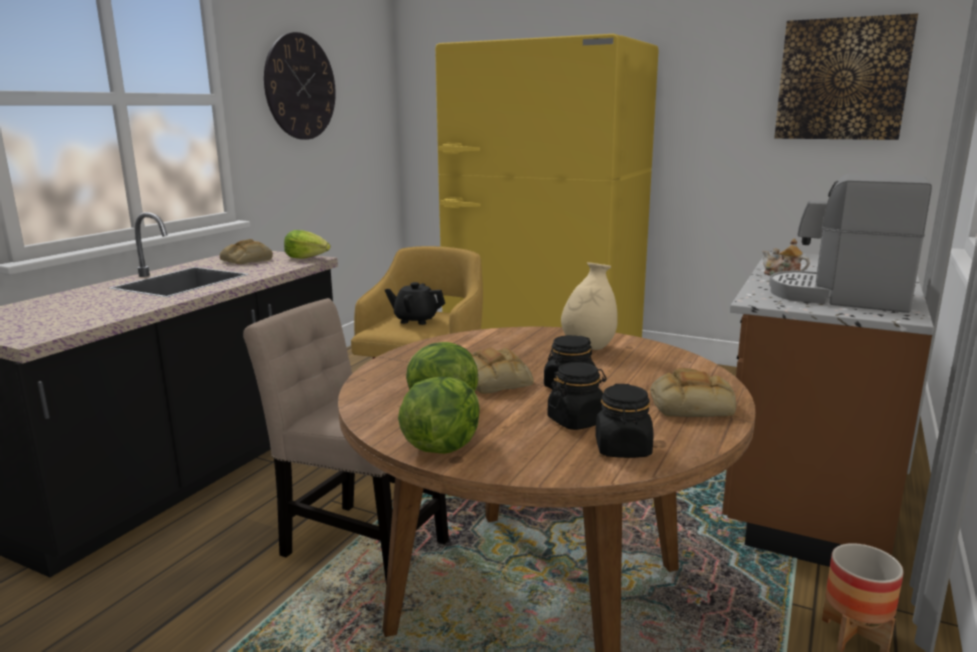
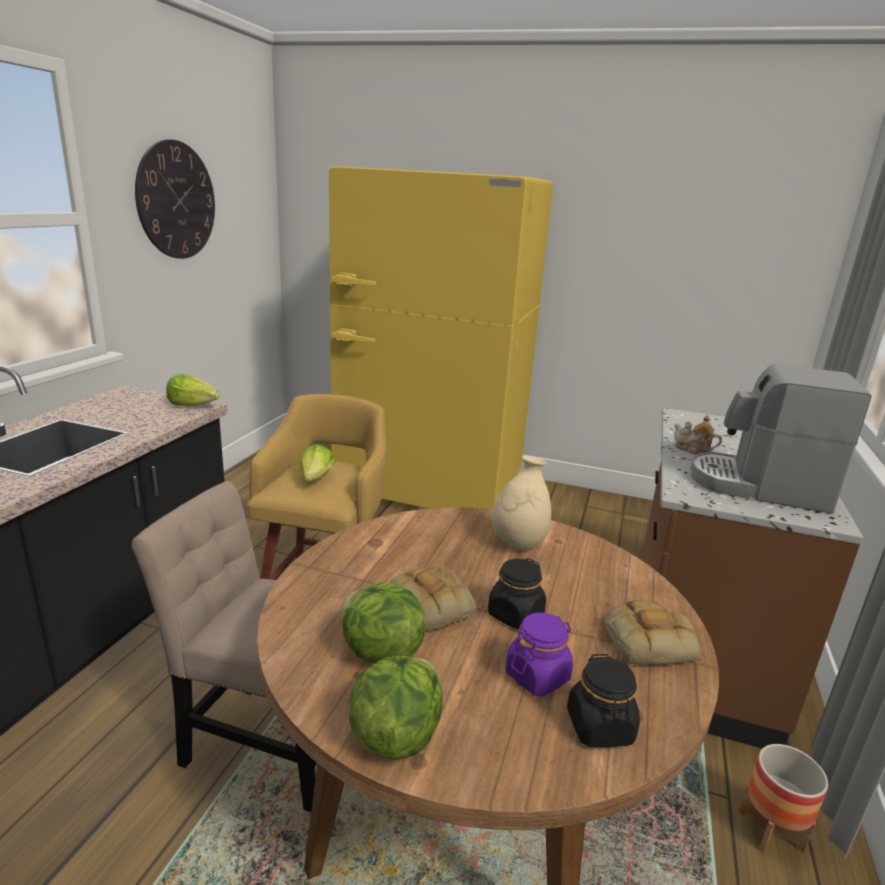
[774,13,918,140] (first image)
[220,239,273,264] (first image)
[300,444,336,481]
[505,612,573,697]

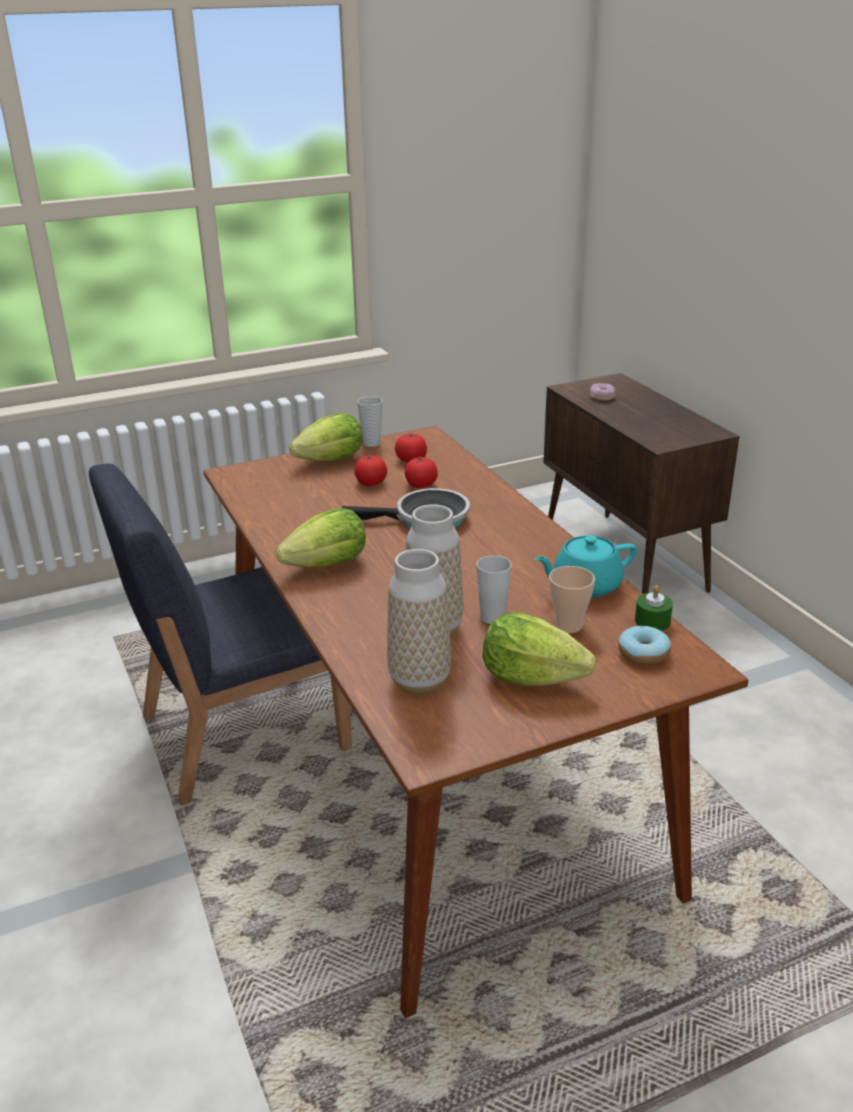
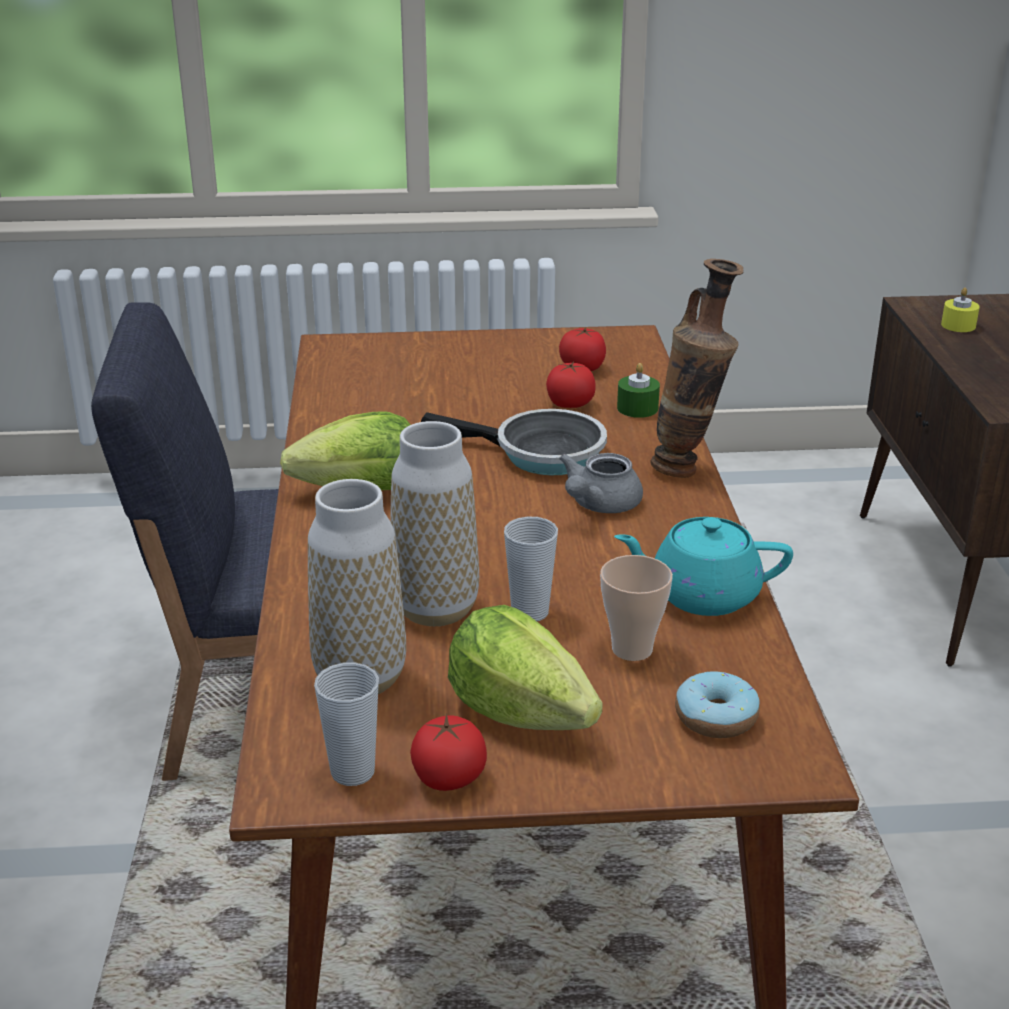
[941,288,980,332]
[314,663,379,786]
[289,413,363,461] (first image)
[410,713,487,791]
[617,363,660,418]
[651,259,744,478]
[559,453,643,513]

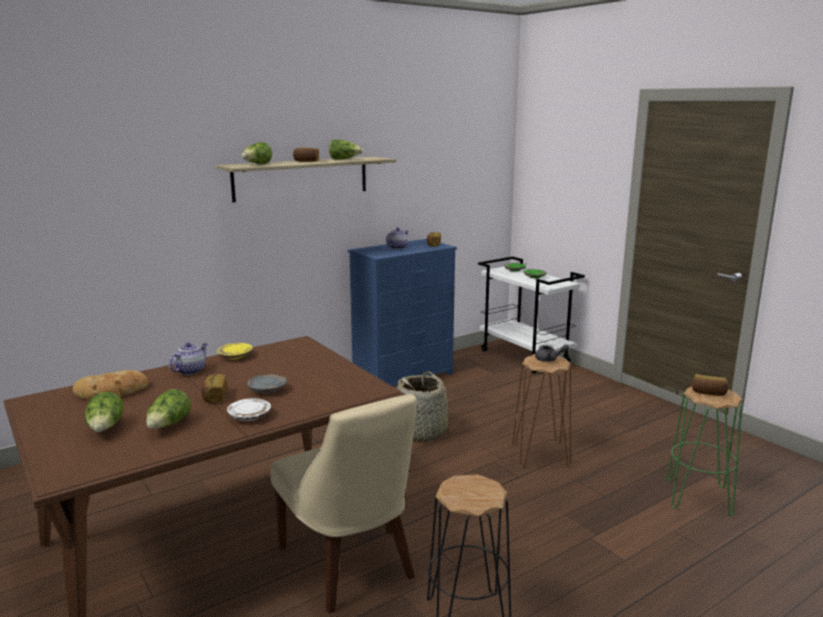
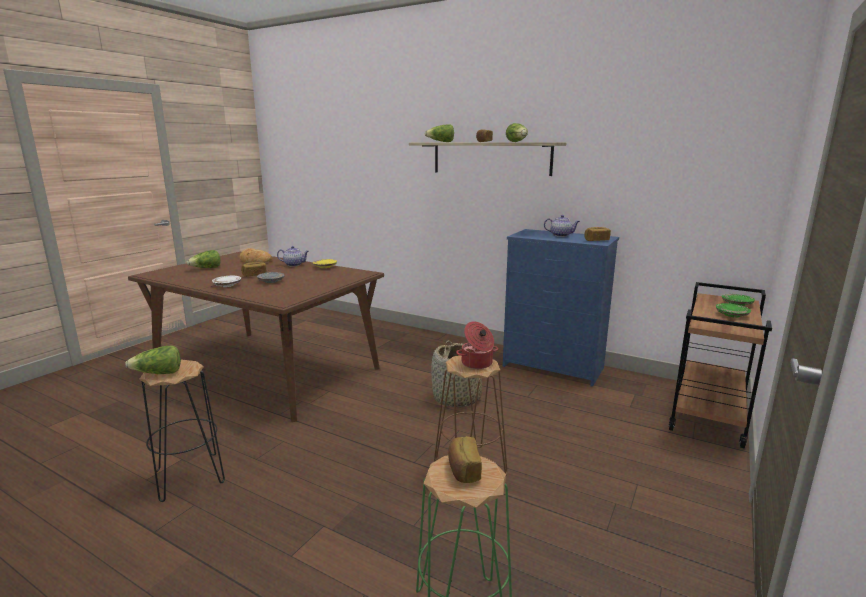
[669,282,772,448]
[456,321,498,369]
[125,346,181,374]
[271,394,417,614] (first image)

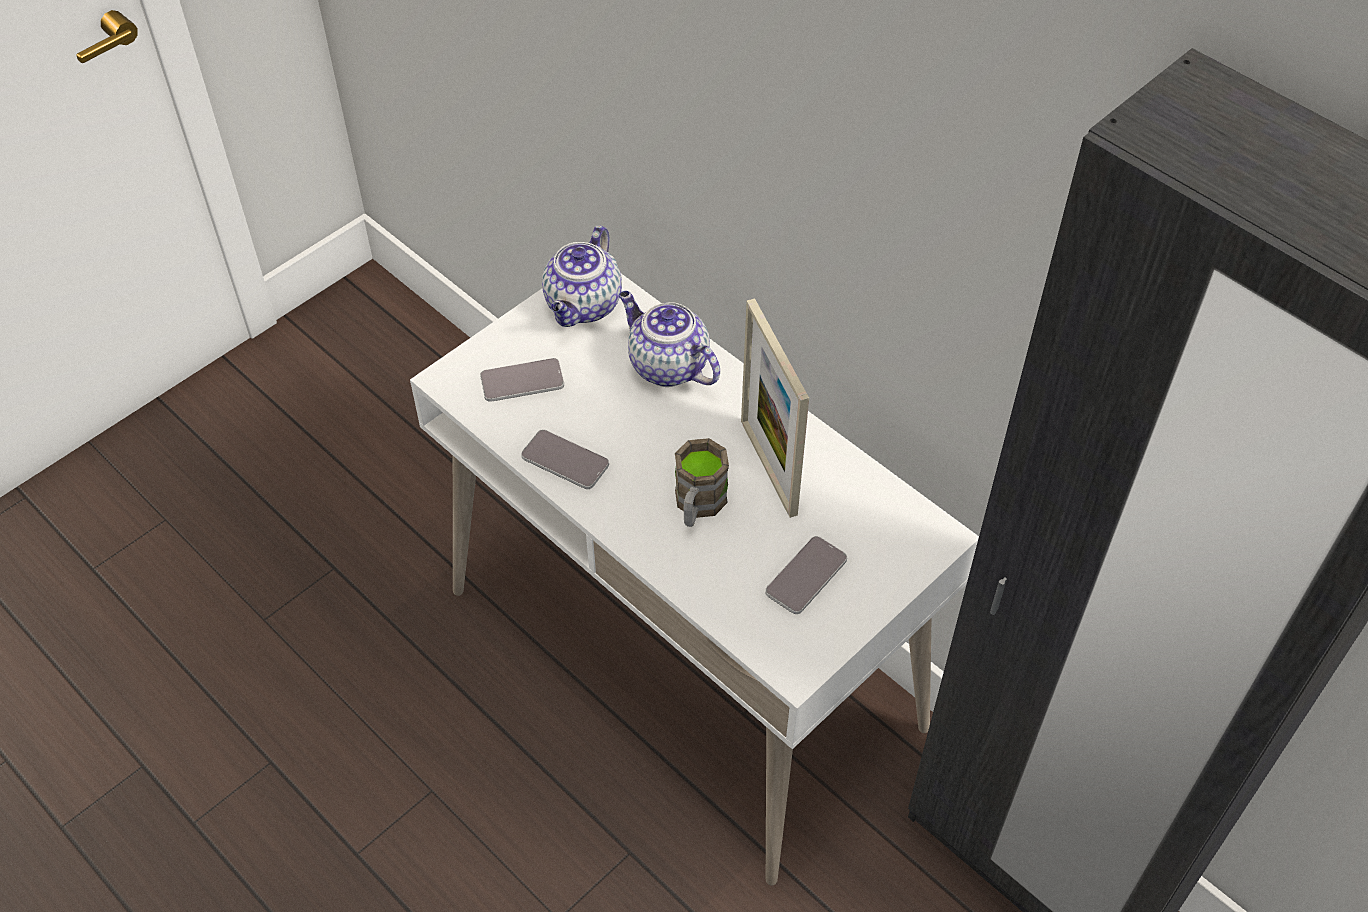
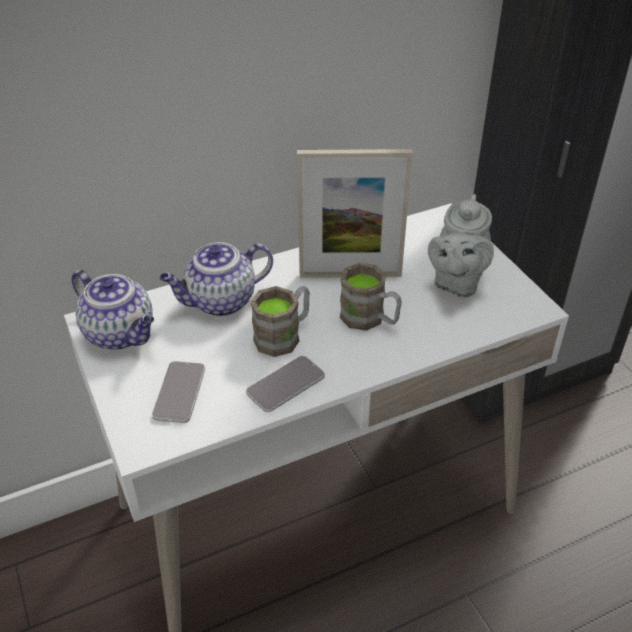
[428,194,494,298]
[250,286,310,357]

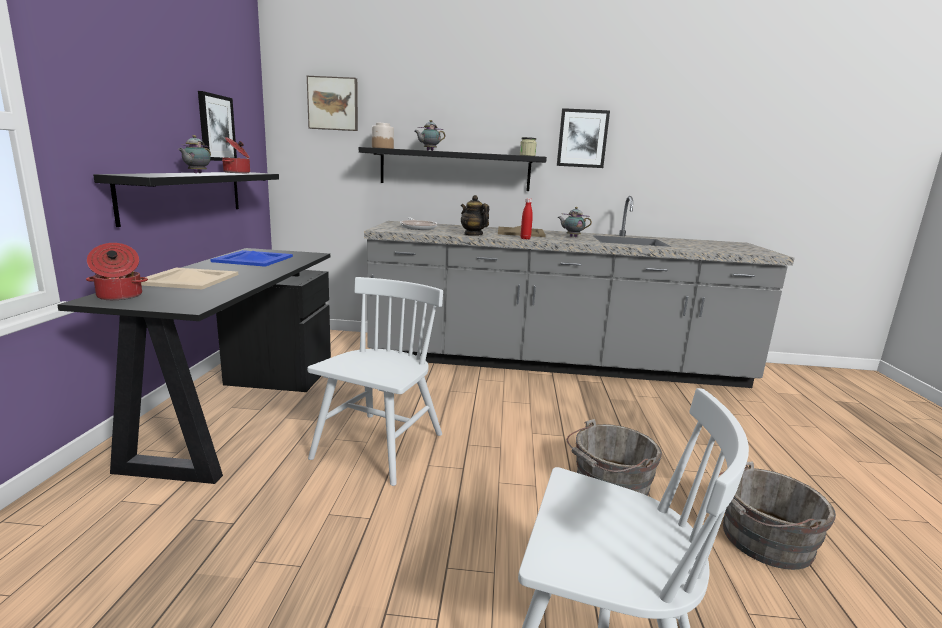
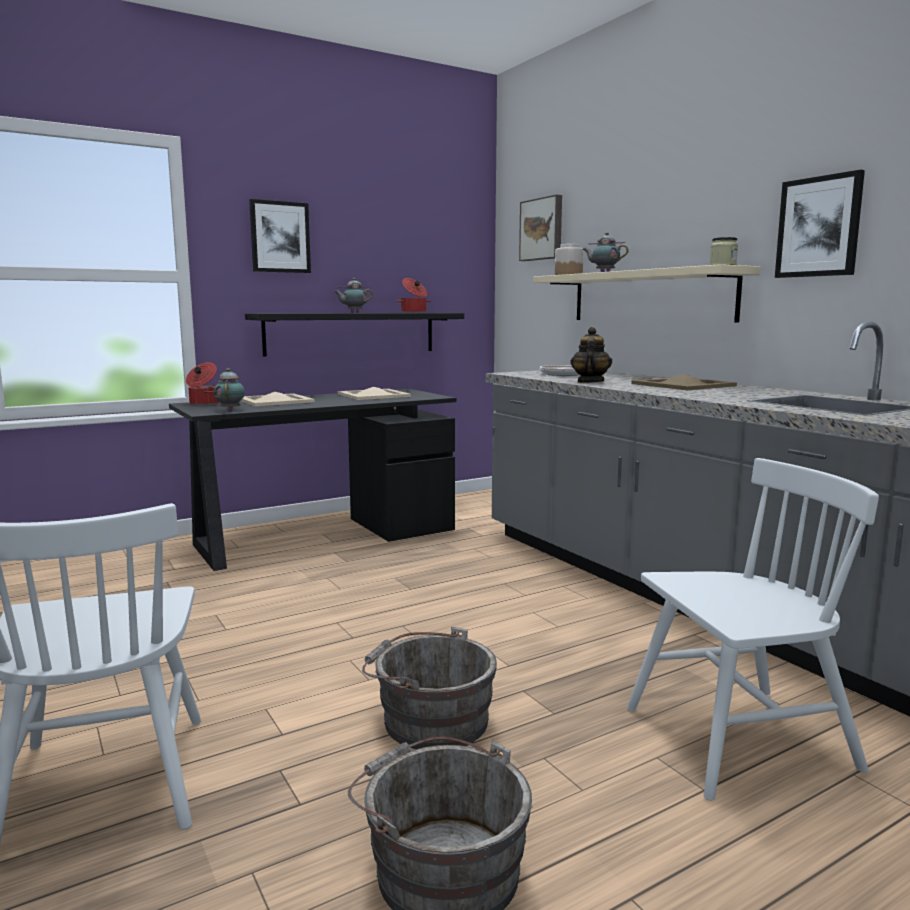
[249,199,311,273]
[533,264,761,323]
[521,198,533,239] (first image)
[214,368,245,411]
[338,387,411,400]
[627,458,879,801]

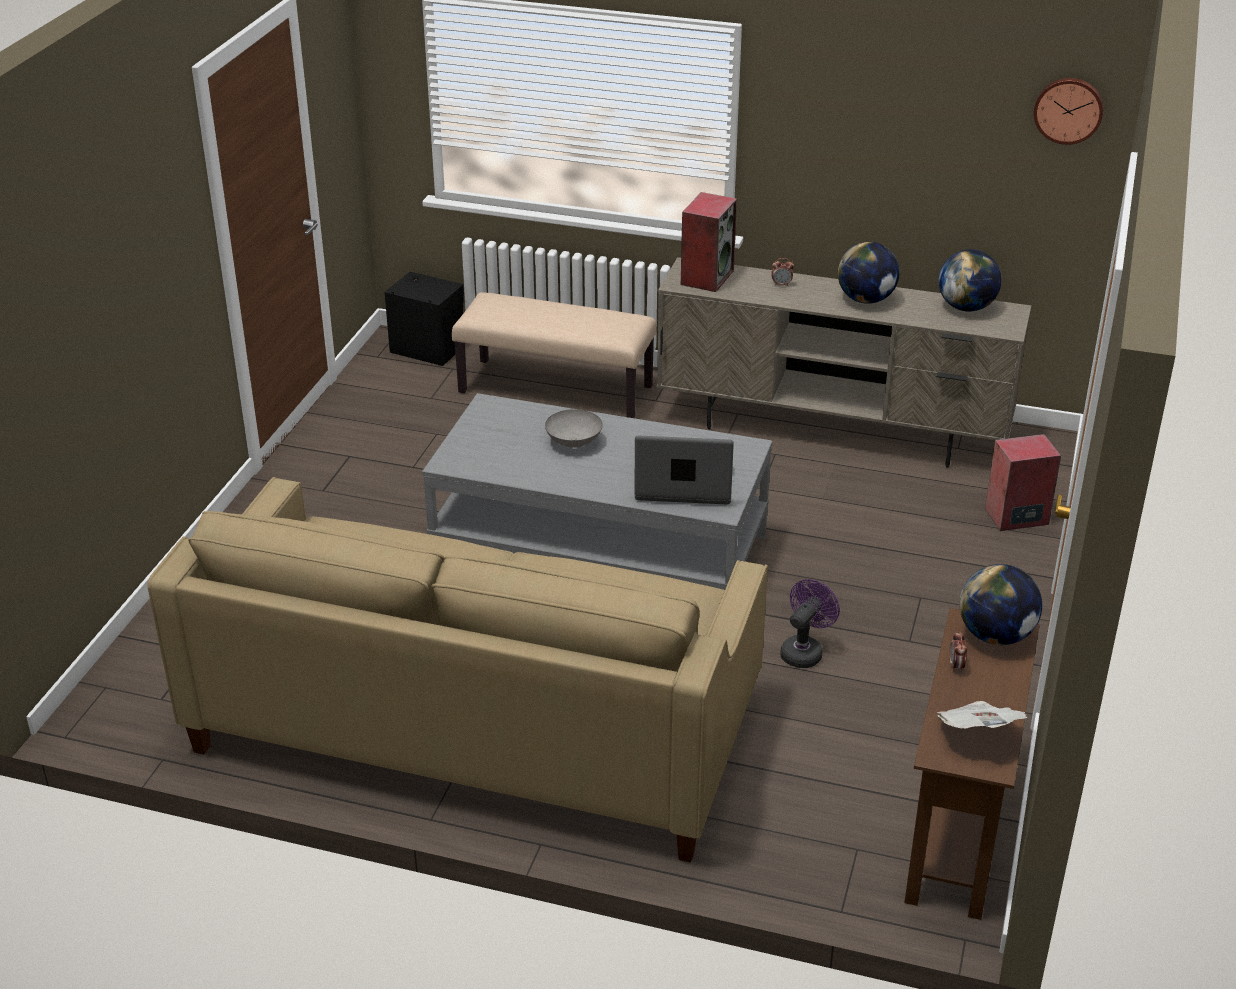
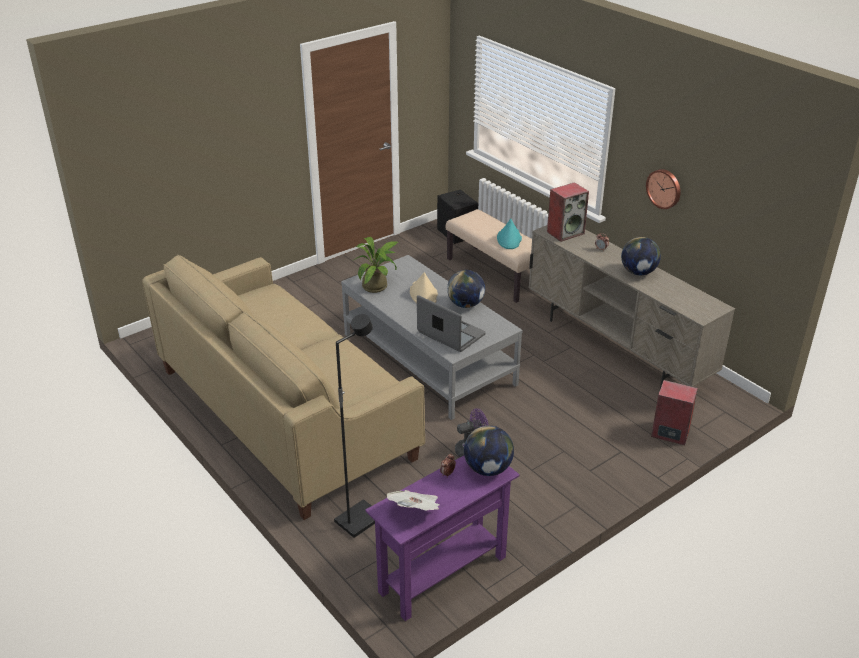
[646,169,681,209]
[447,270,485,308]
[410,272,438,304]
[365,456,520,621]
[497,219,522,249]
[354,237,398,293]
[334,314,375,538]

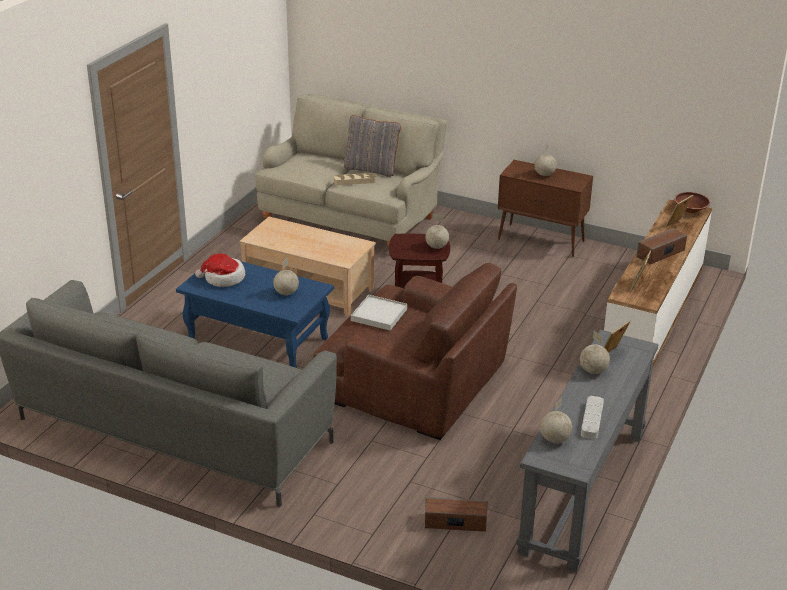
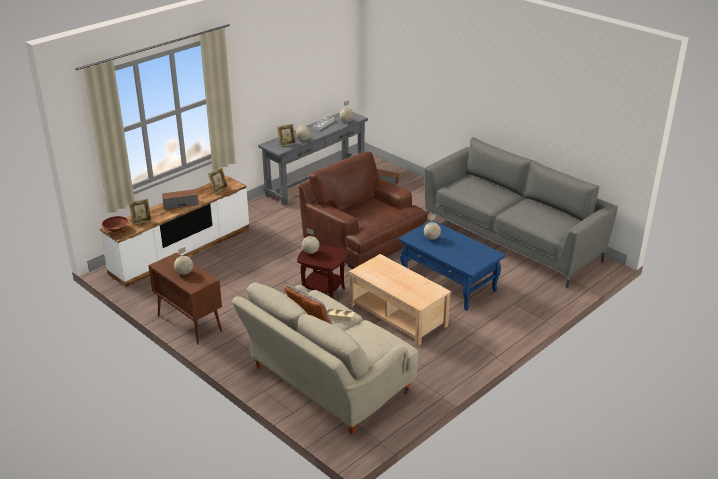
[195,253,245,287] (first image)
[351,295,407,330] (first image)

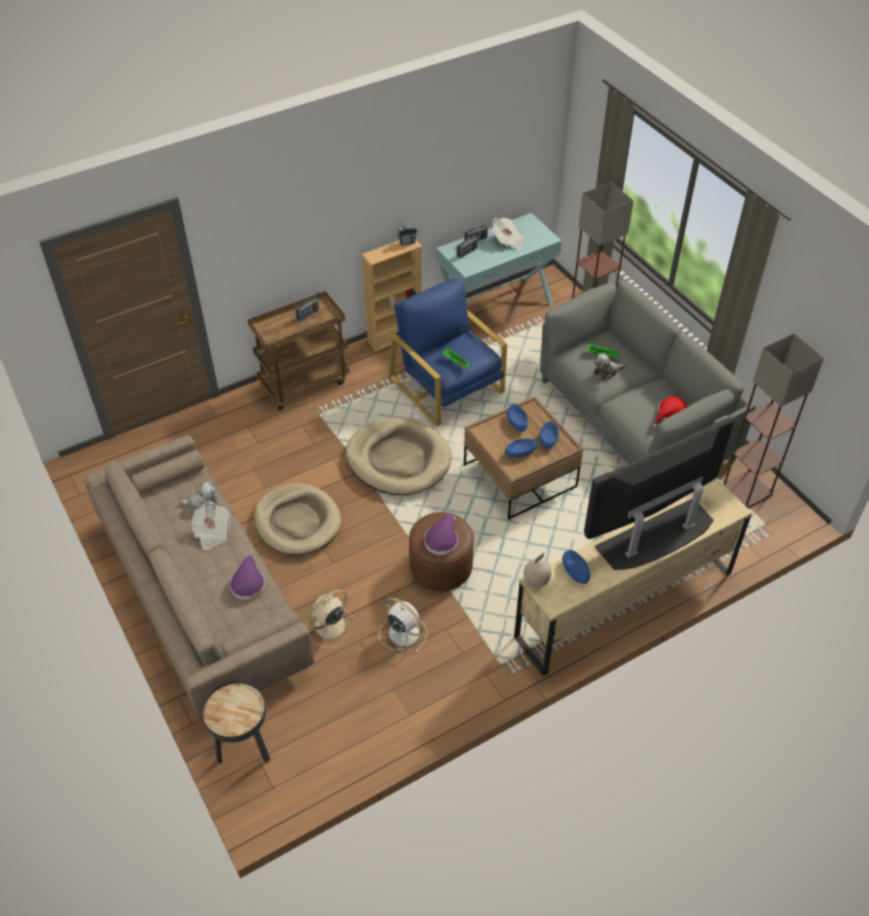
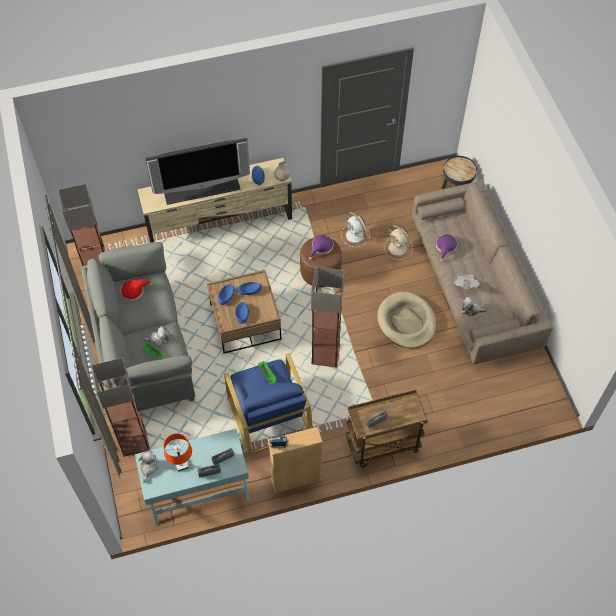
[164,434,192,472]
[311,267,345,367]
[384,225,413,260]
[138,451,158,483]

